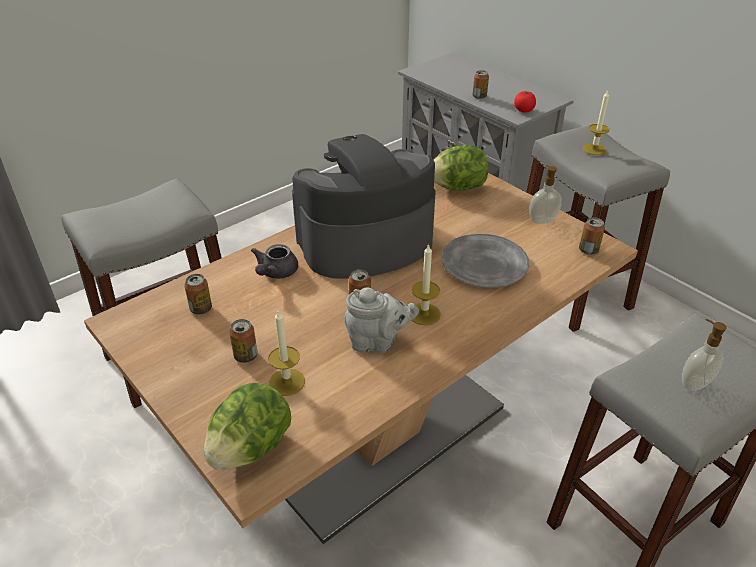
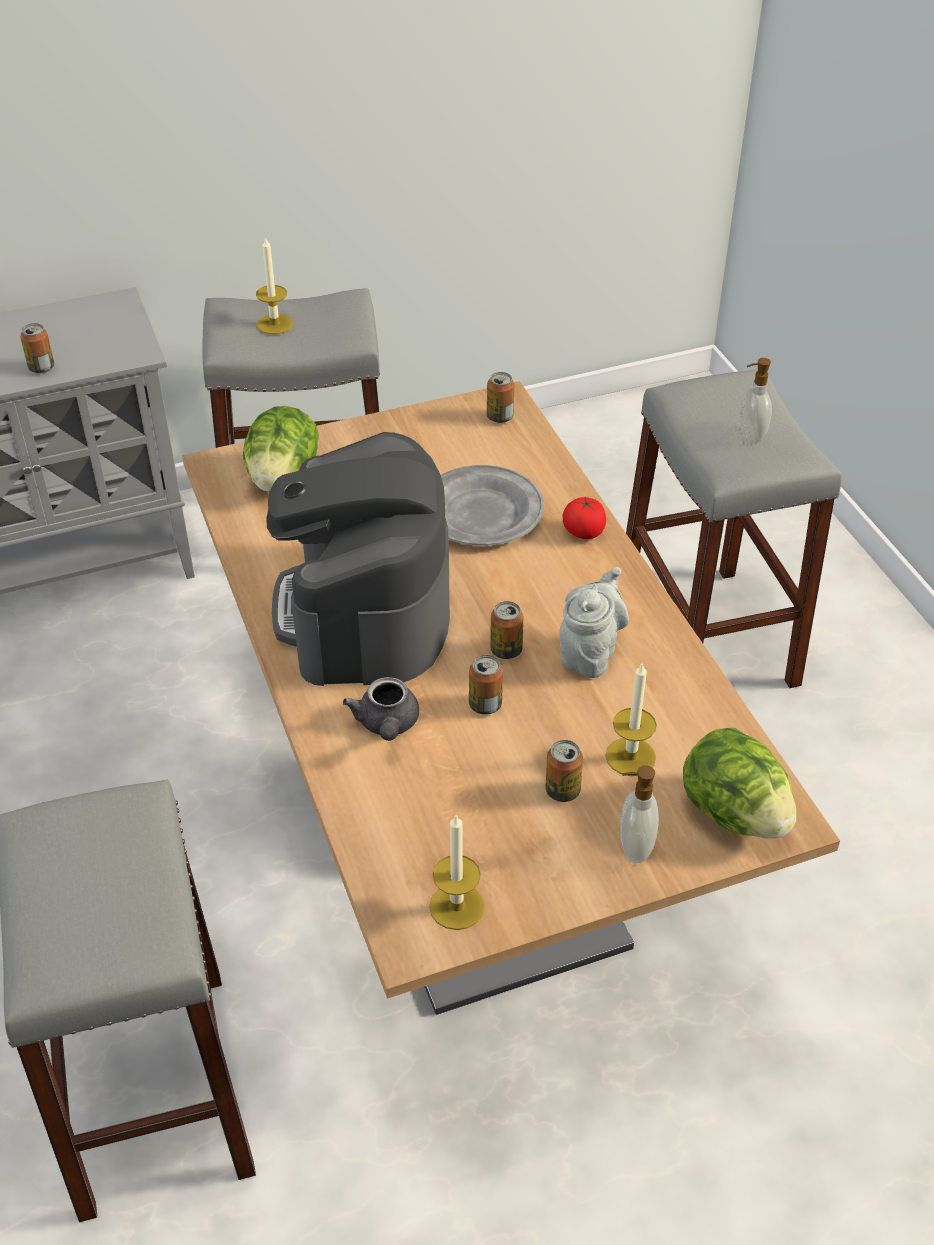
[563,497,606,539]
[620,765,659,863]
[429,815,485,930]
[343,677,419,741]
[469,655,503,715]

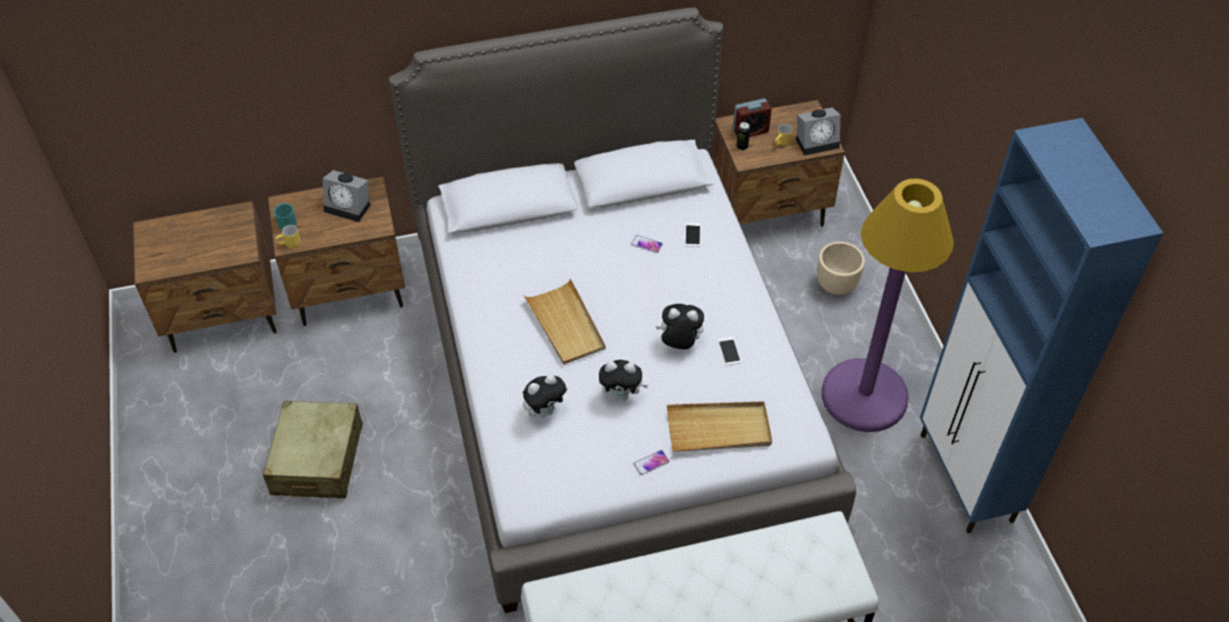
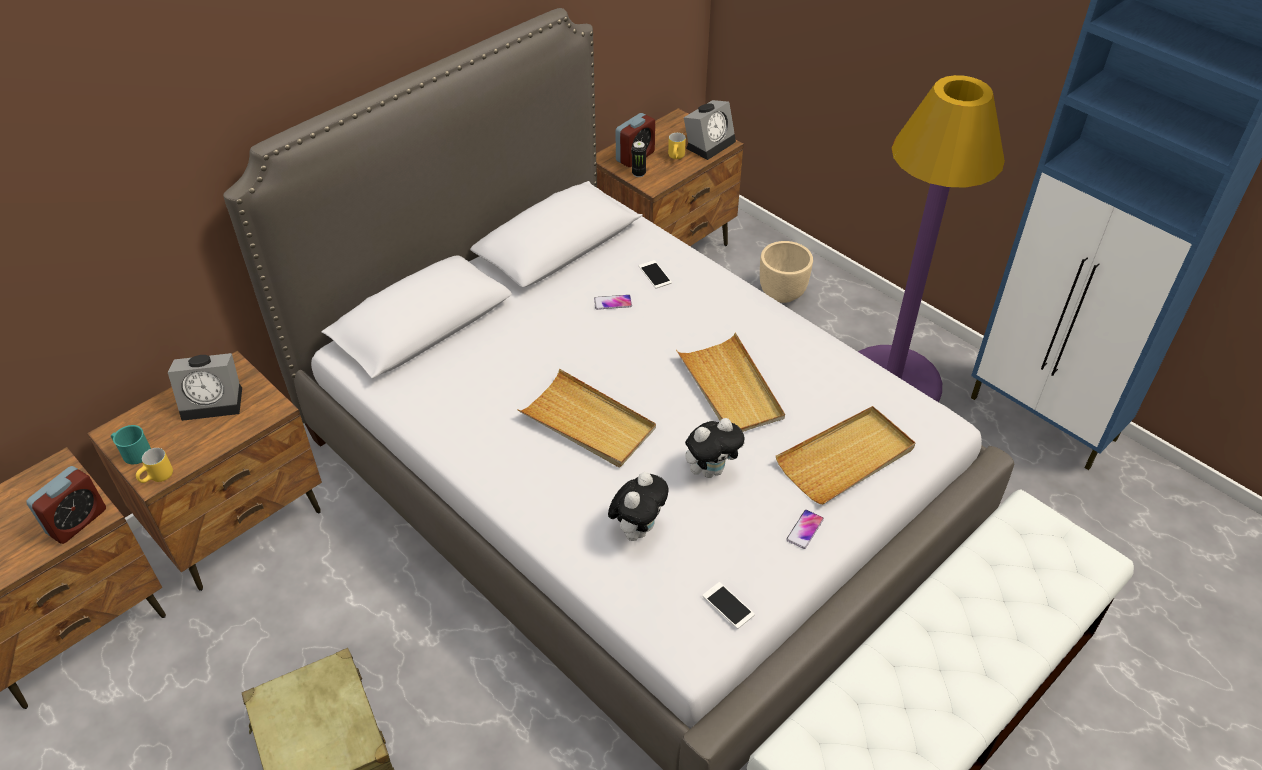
[676,333,785,432]
[702,582,755,629]
[26,466,106,544]

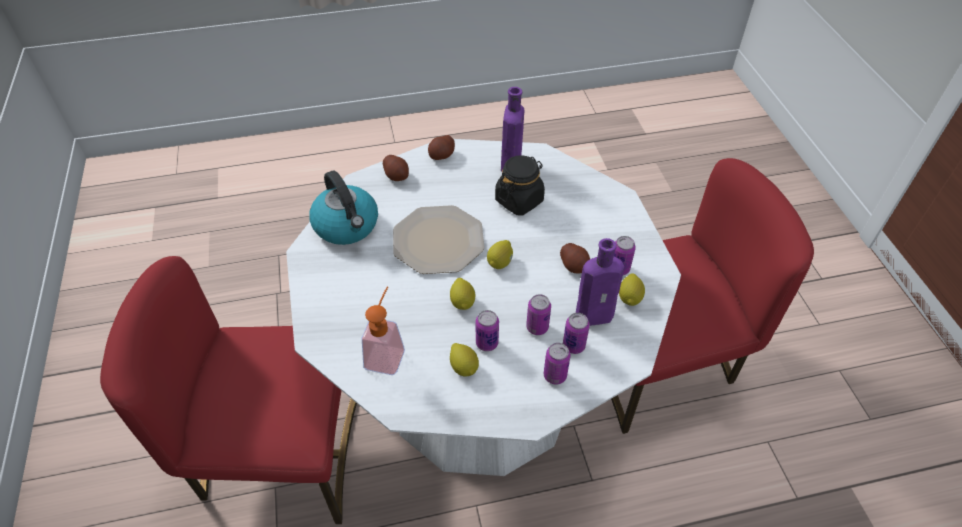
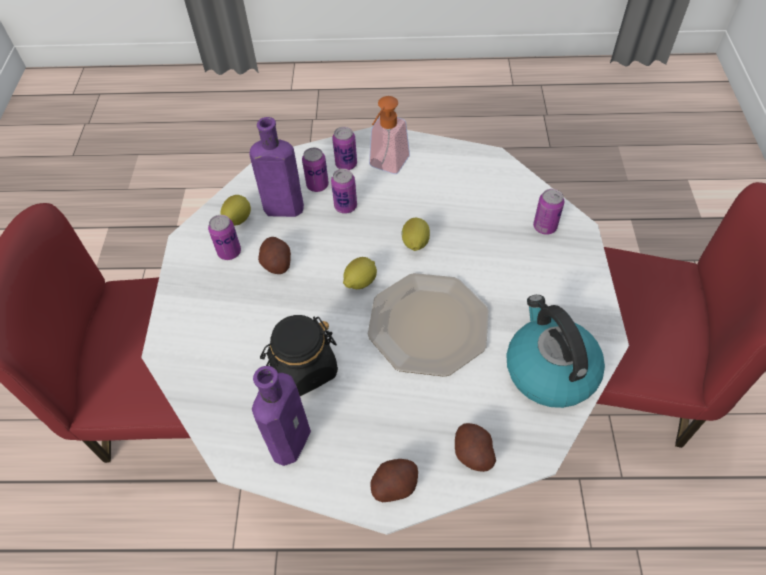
[369,96,410,174]
[533,189,564,235]
[450,343,479,376] (first image)

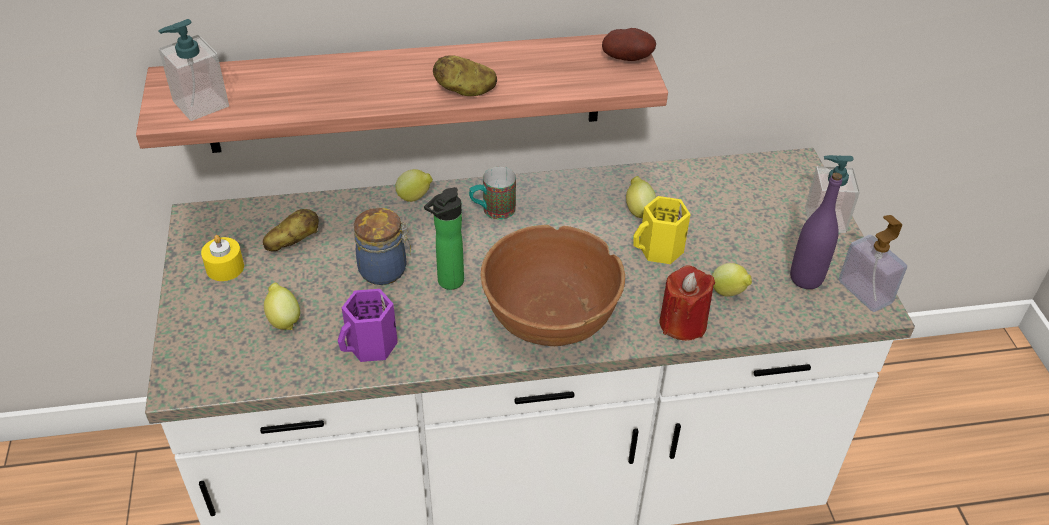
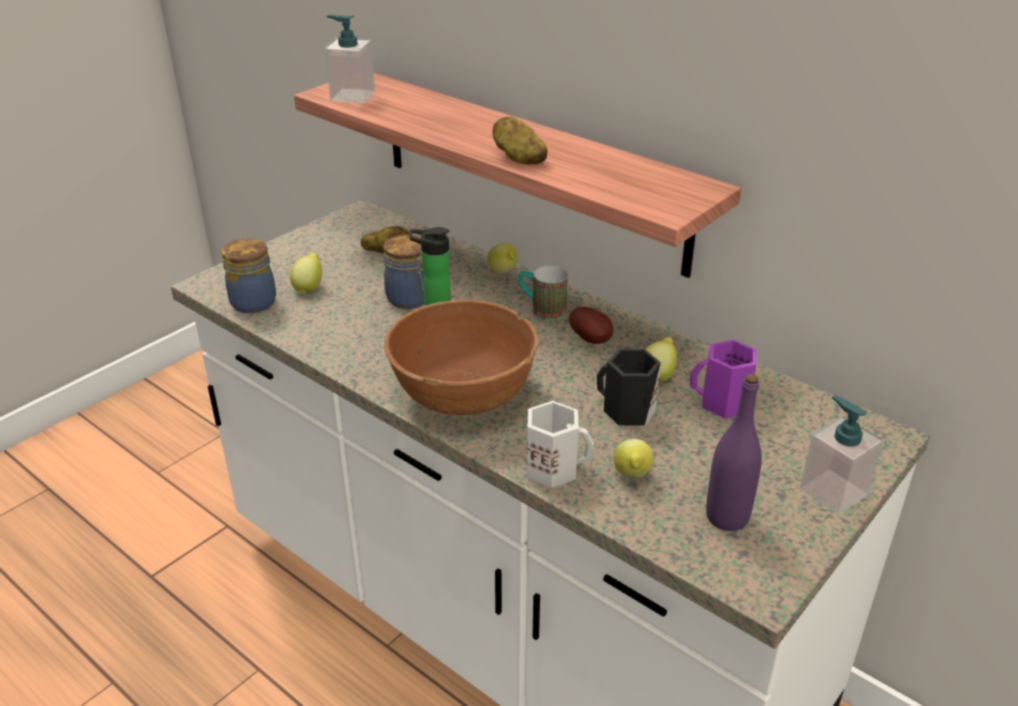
[569,307,613,344]
[597,349,661,426]
[839,215,907,312] (first image)
[201,235,244,281] (first image)
[527,401,594,488]
[690,340,757,418]
[221,238,276,313]

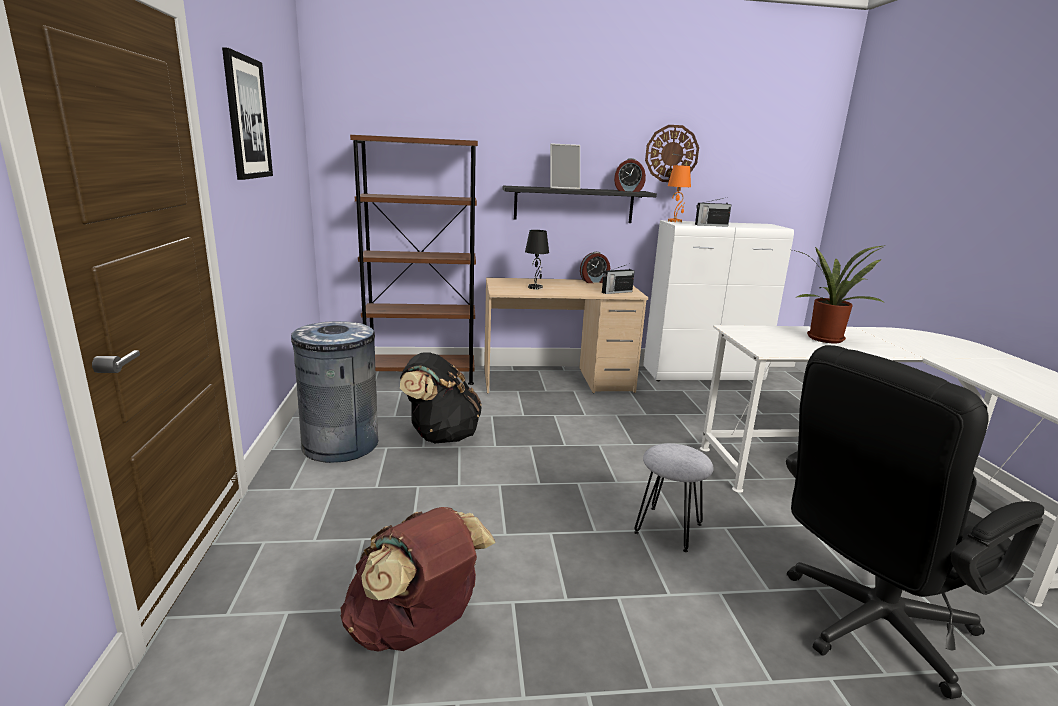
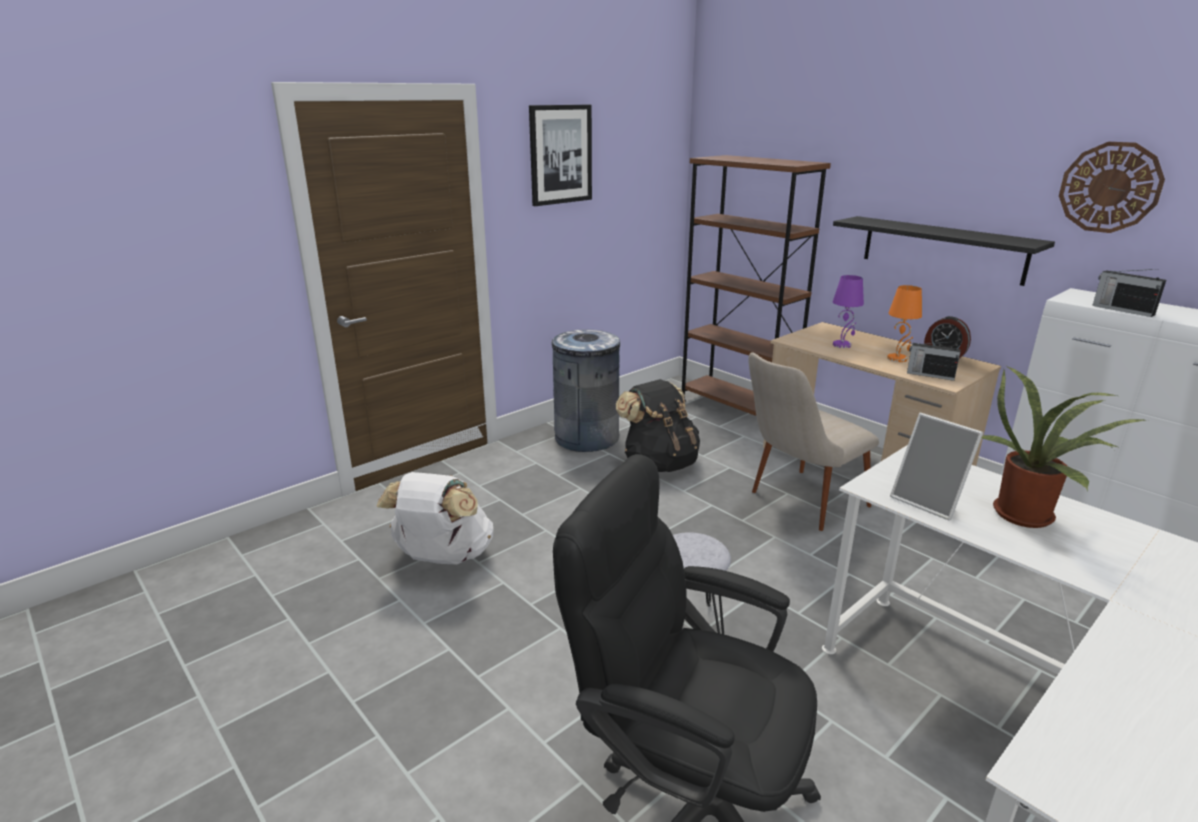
[890,413,983,521]
[614,158,646,192] (first image)
[887,285,922,362]
[833,275,864,348]
[377,472,494,565]
[748,352,879,531]

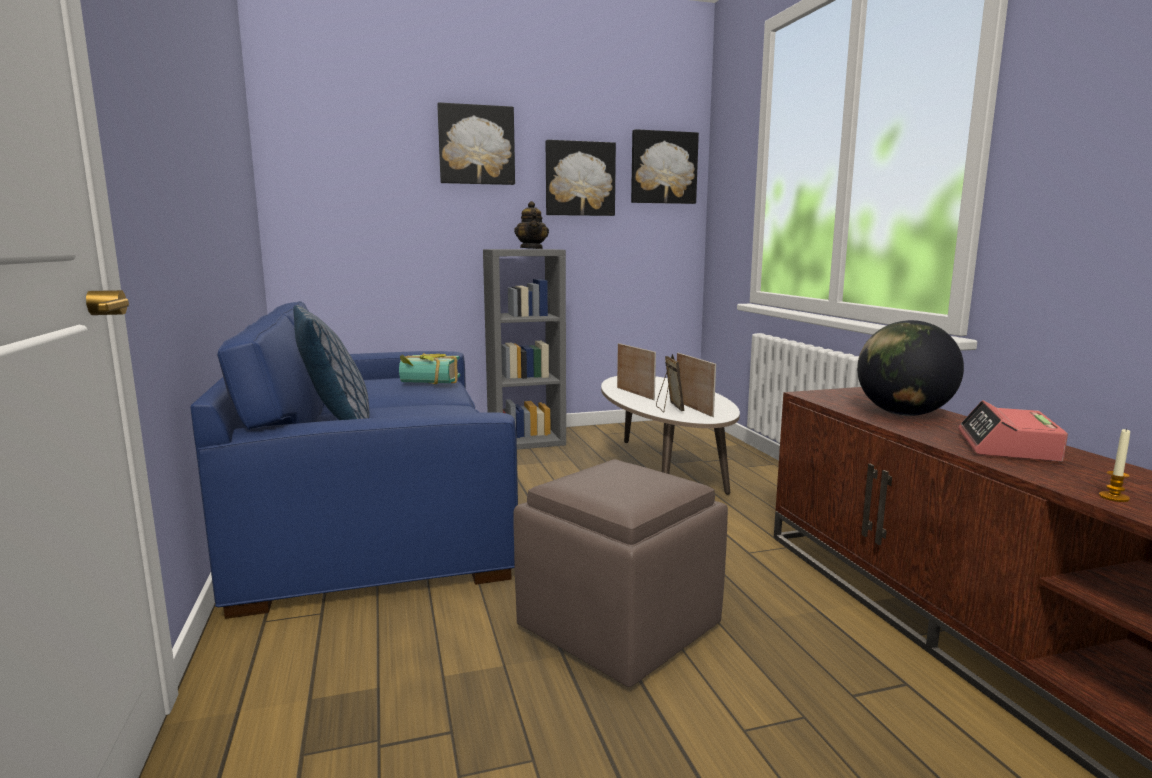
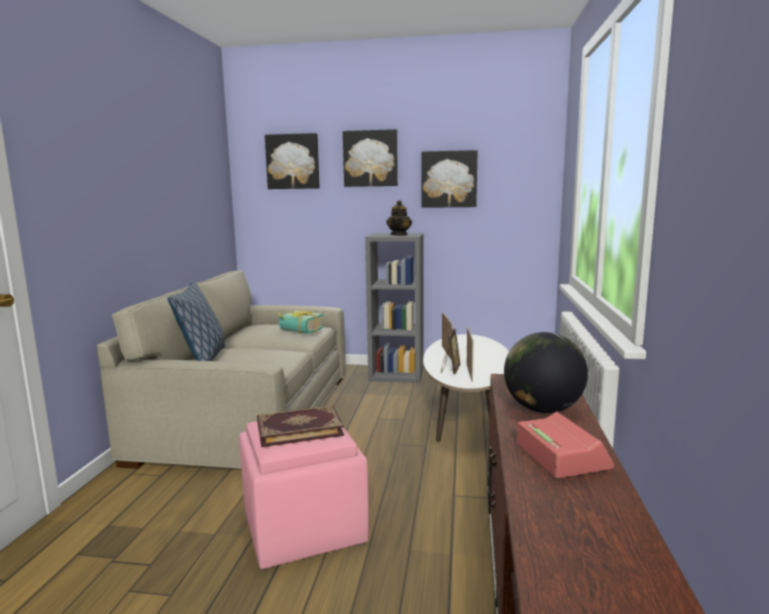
[265,133,320,189]
[97,270,346,469]
[517,411,614,478]
[1099,428,1130,502] (first image)
[239,421,369,569]
[257,406,344,447]

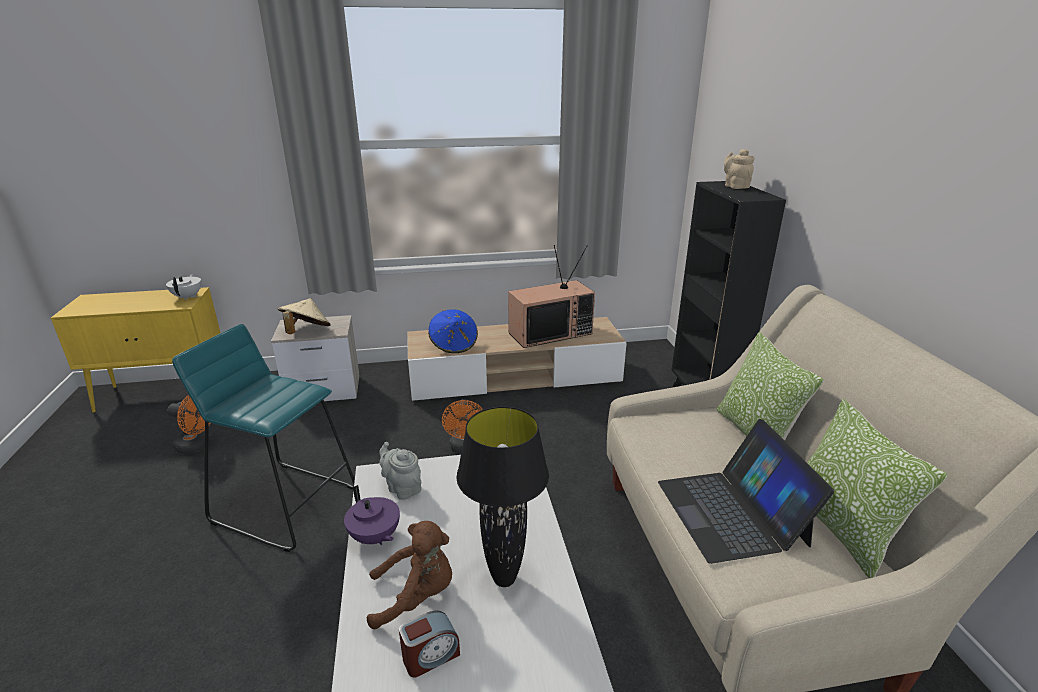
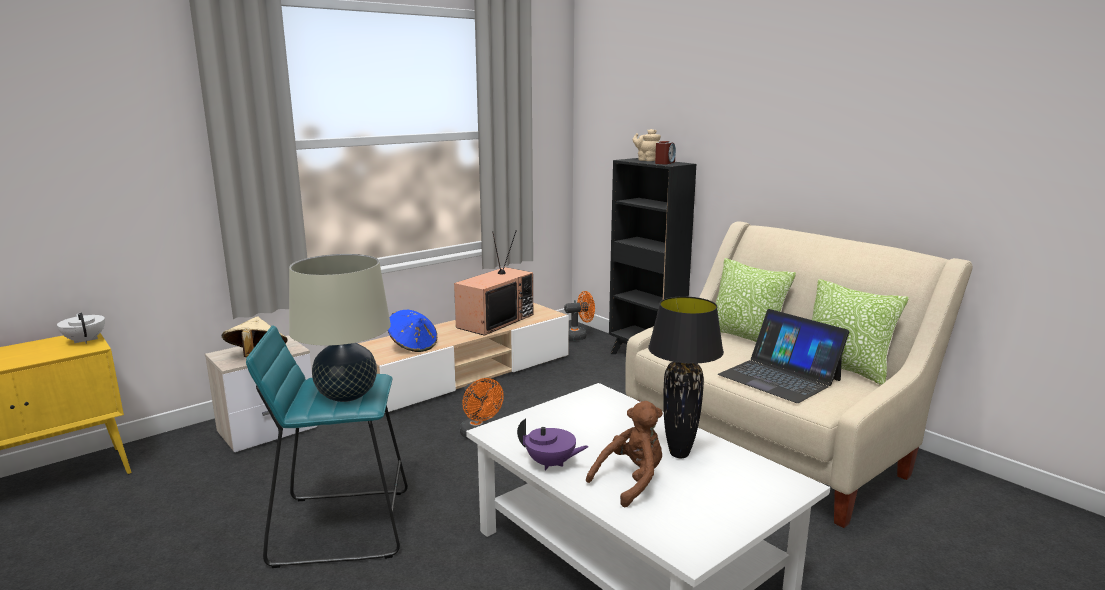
[564,291,595,341]
[379,442,421,500] (first image)
[655,141,676,165]
[289,254,391,402]

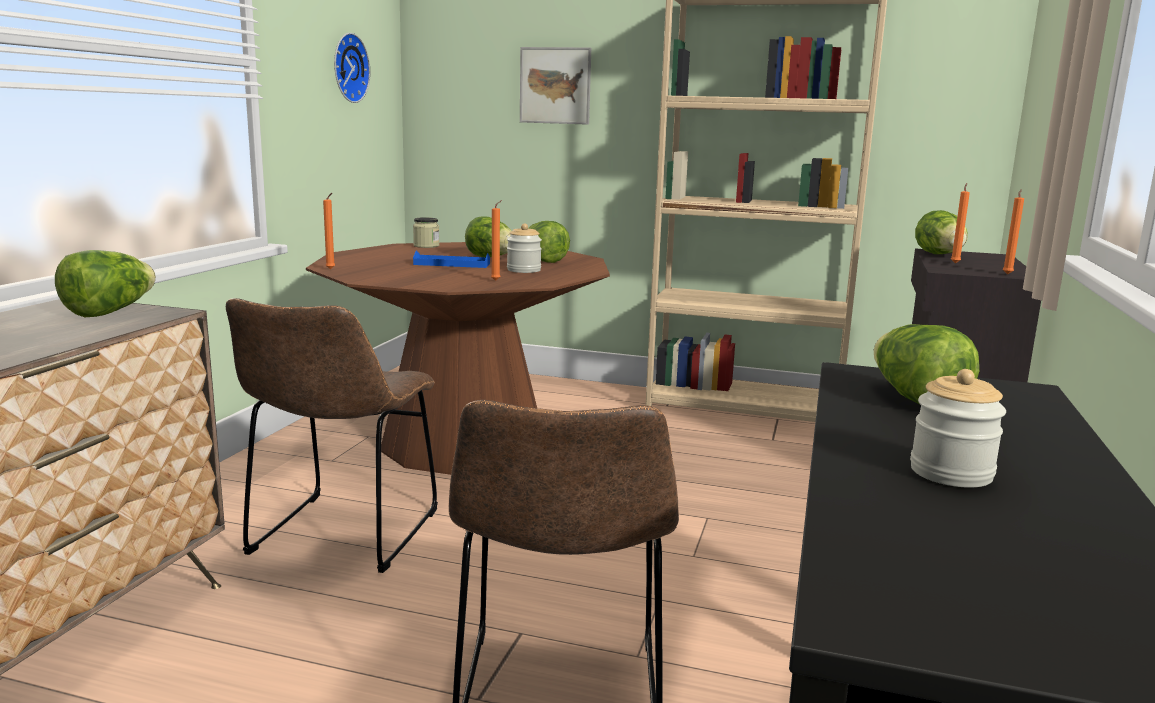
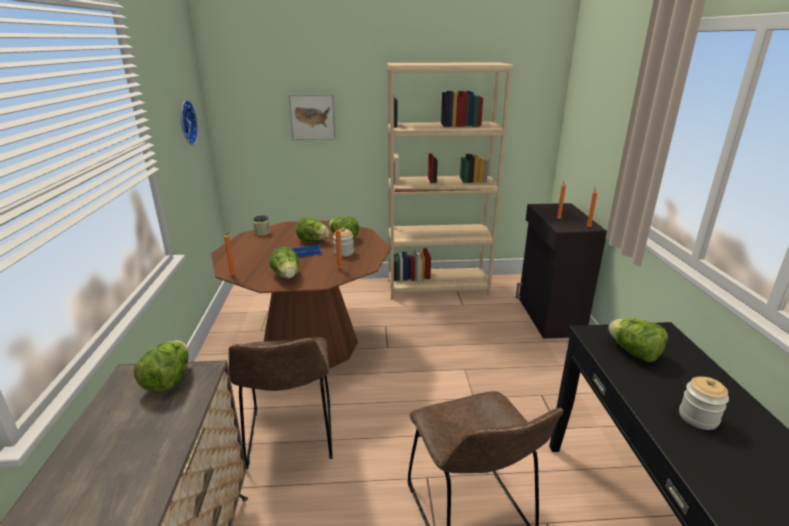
[269,247,299,278]

